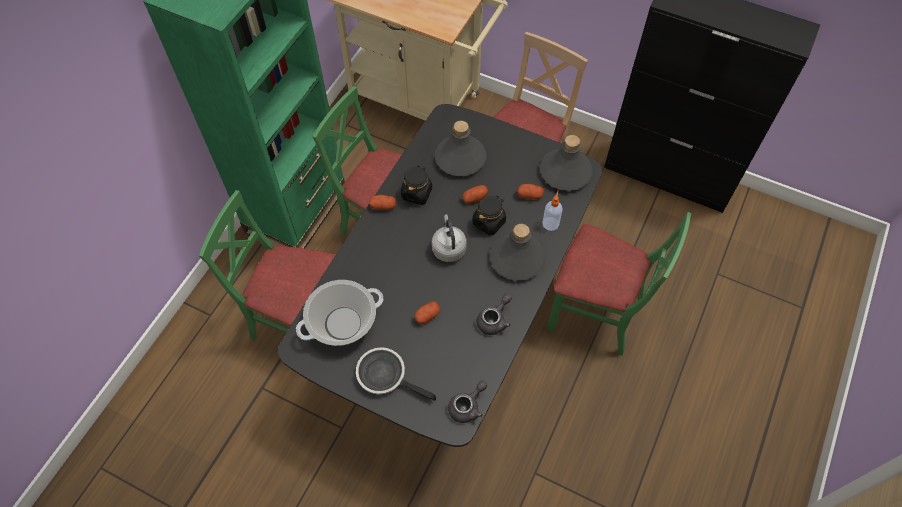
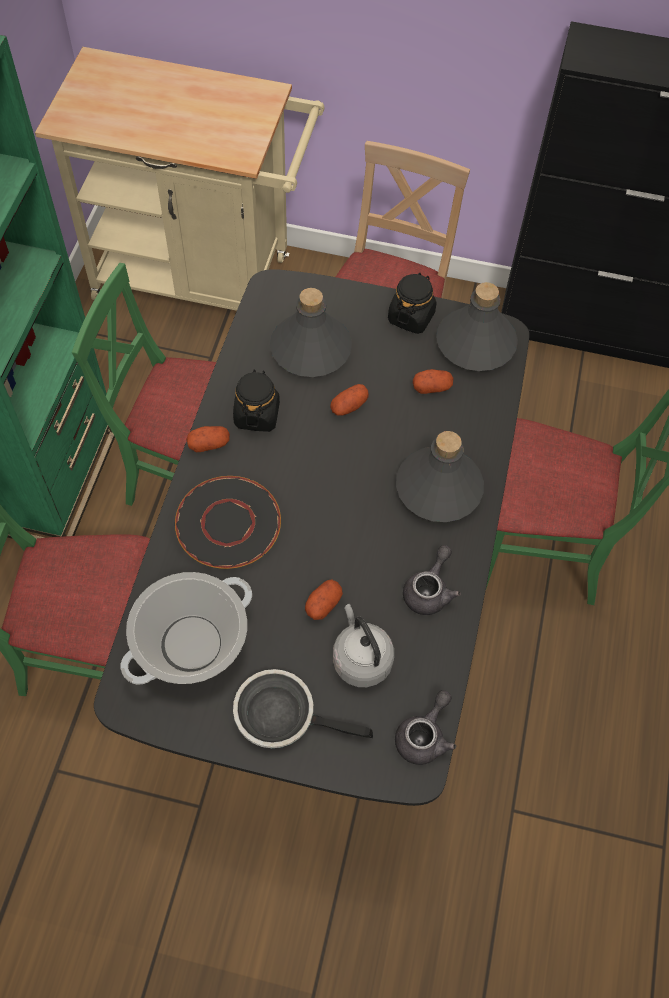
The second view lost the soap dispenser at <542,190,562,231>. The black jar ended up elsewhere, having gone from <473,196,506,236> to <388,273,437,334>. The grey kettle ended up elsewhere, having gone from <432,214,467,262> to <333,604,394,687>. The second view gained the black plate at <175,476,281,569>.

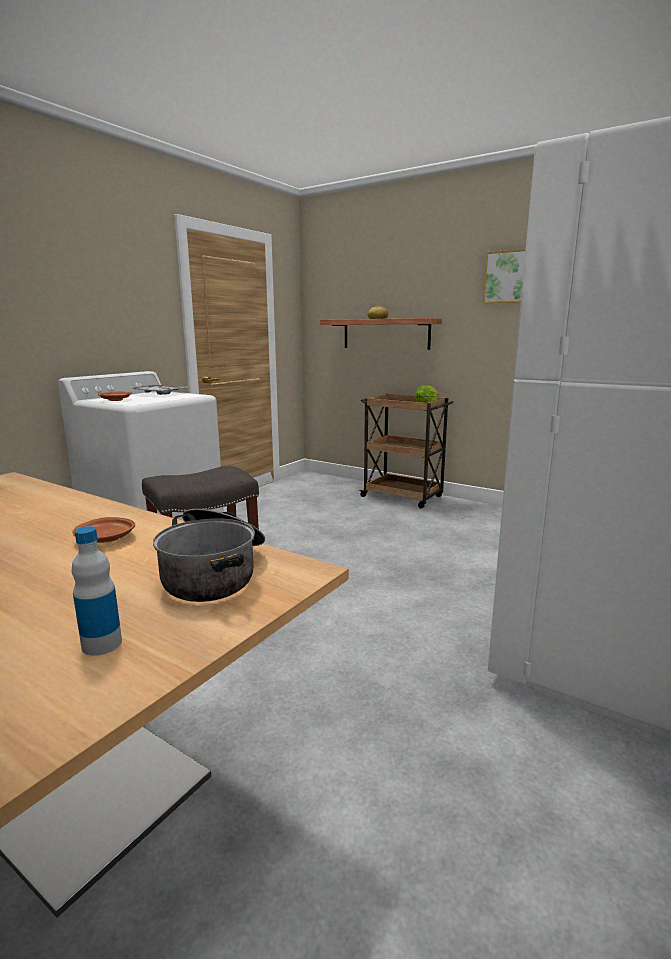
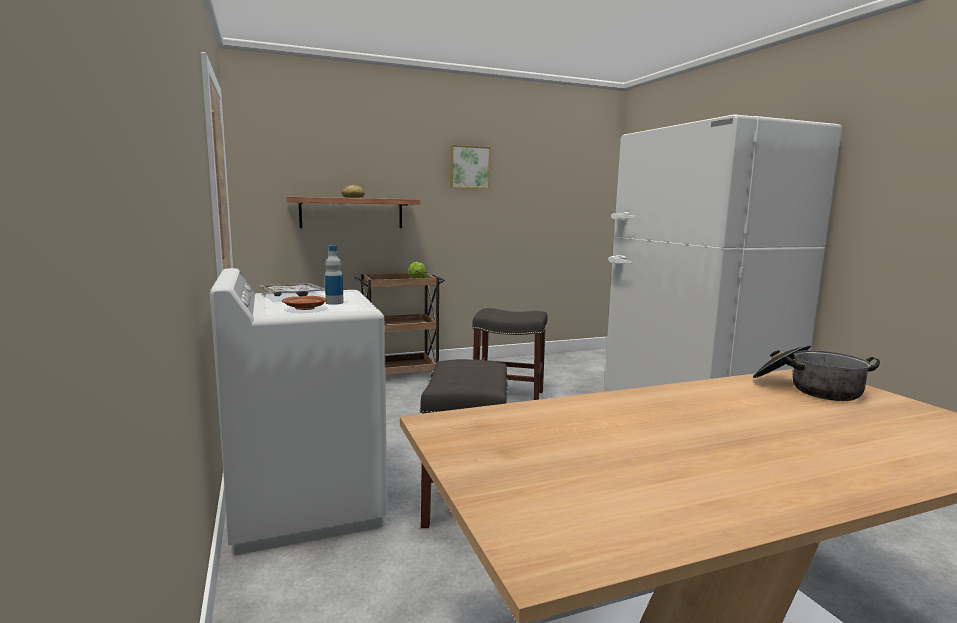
The second view lost the brown plate at <73,517,135,543>. The bottle ended up elsewhere, having gone from <71,526,122,656> to <325,245,344,305>. The second view gained the grey stool at <472,308,548,400>.

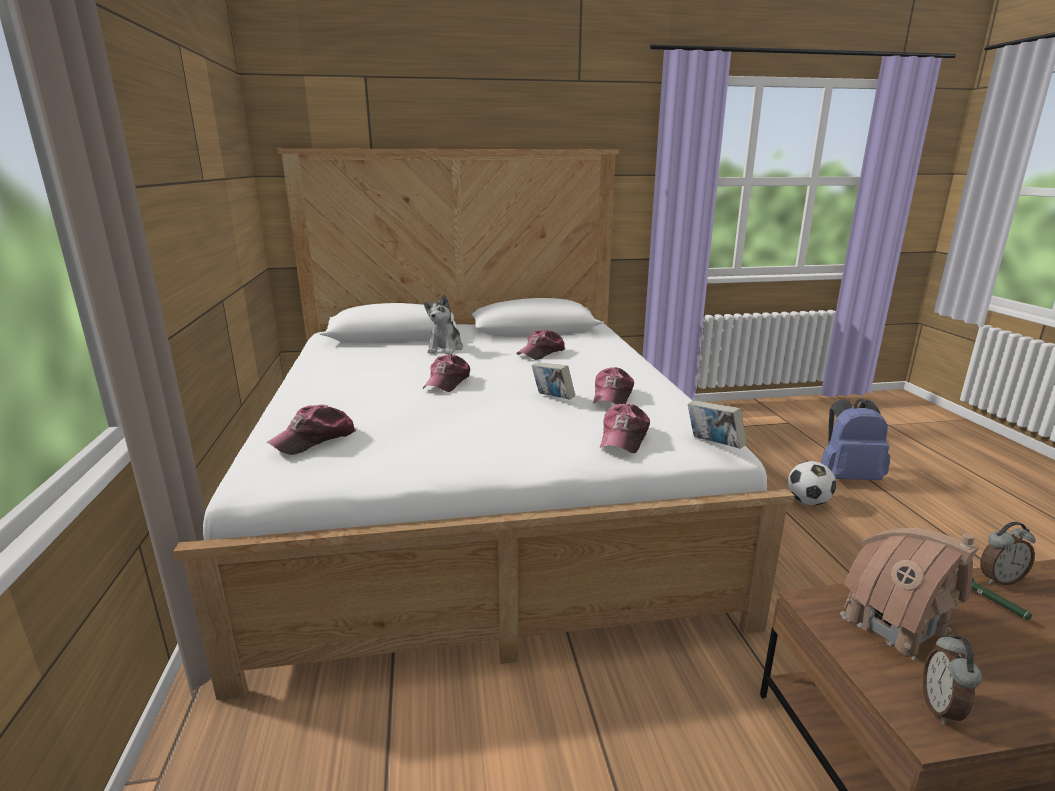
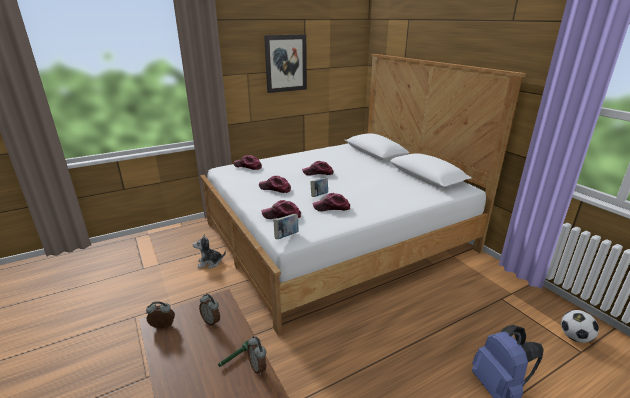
The plush toy ended up elsewhere, having gone from <424,295,463,355> to <193,235,226,269>. The cap ended up elsewhere, having gone from <516,329,565,360> to <259,176,291,193>. The football ended up elsewhere, having gone from <788,461,836,505> to <561,310,599,343>. Where the toy house stood at <840,528,979,660>, the alarm clock came to stand at <199,294,220,326>. The second view gained the picture at <264,34,307,93>.

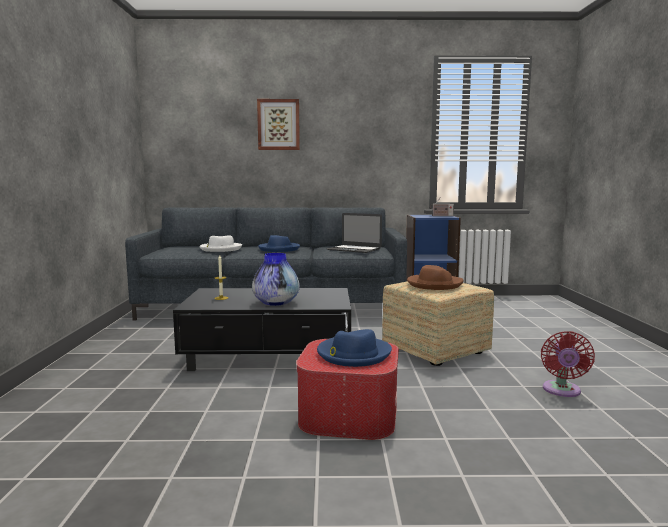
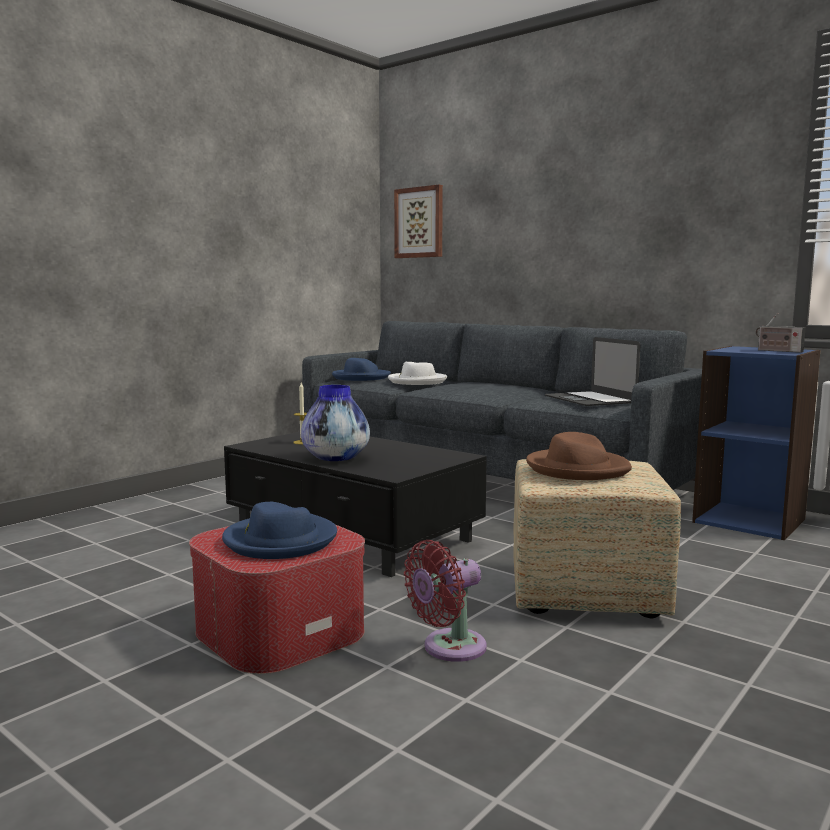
The picture ended up elsewhere, having gone from <257,99,300,150> to <394,185,443,258>. The blue hat ended up elsewhere, having gone from <258,235,300,252> to <332,358,391,381>. The red fan ended up elsewhere, having gone from <541,331,595,397> to <404,540,487,662>.

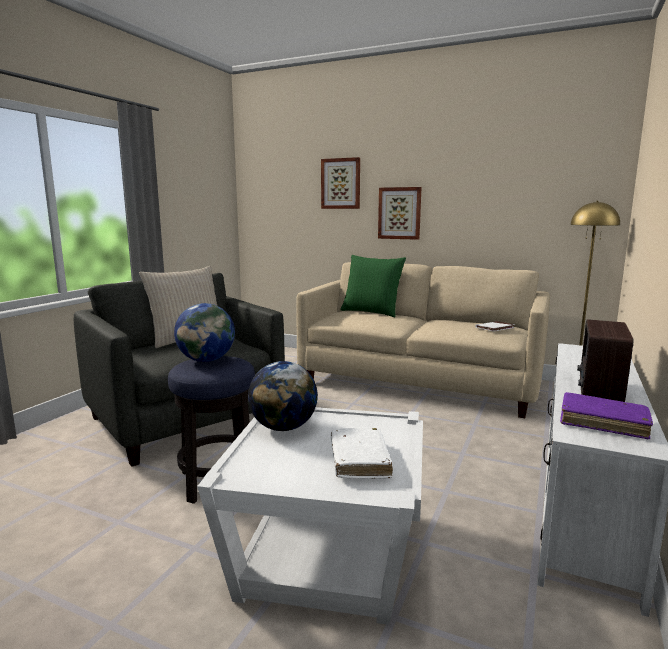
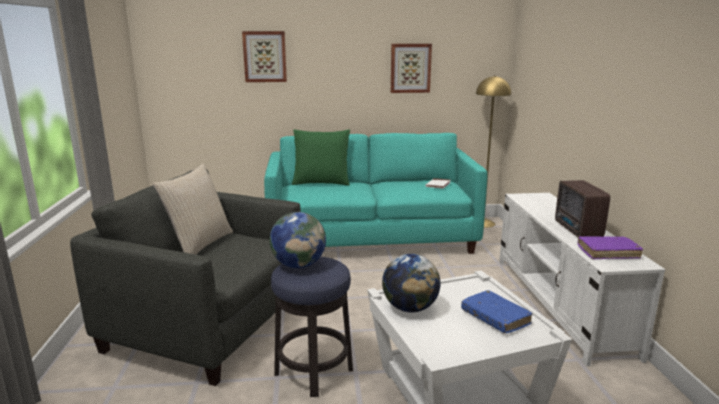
The picture ended up elsewhere, having gone from <378,187,421,240> to <391,44,432,93>. What was the beige sofa at <296,262,550,418> turned into the turquoise sofa at <264,133,488,254>. What was the white book at <331,428,393,479> turned into the blue book at <461,290,532,334>.

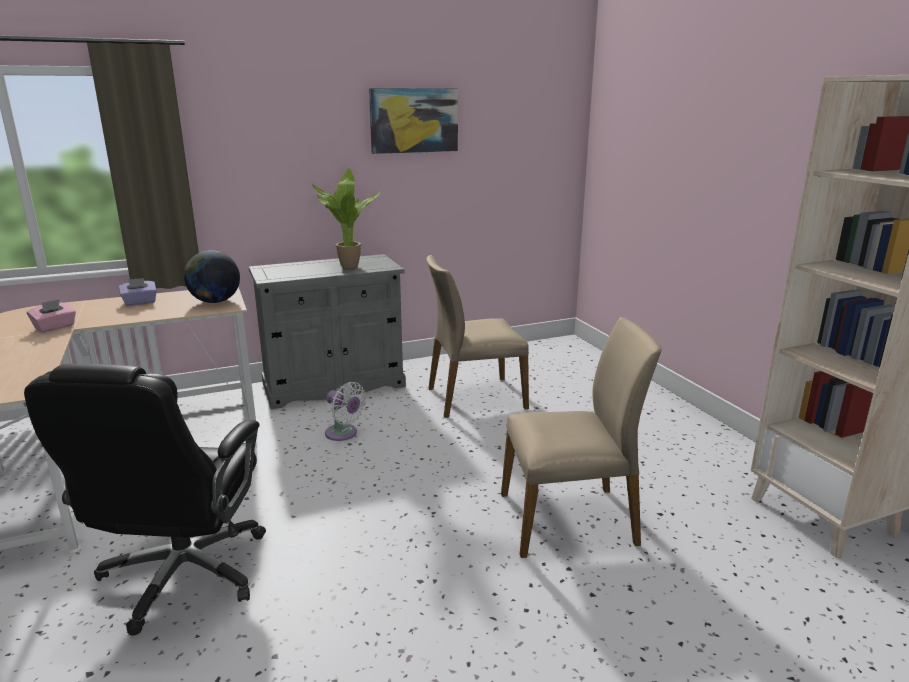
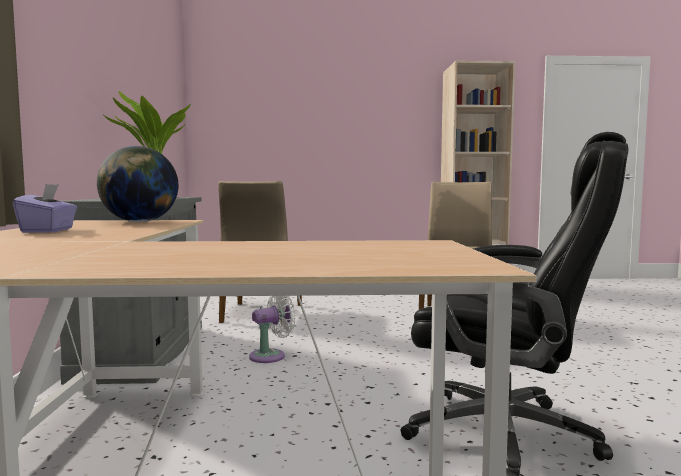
The second view lost the picture at <369,88,458,154>. The second view lost the pink tissue box at <27,299,76,333>.

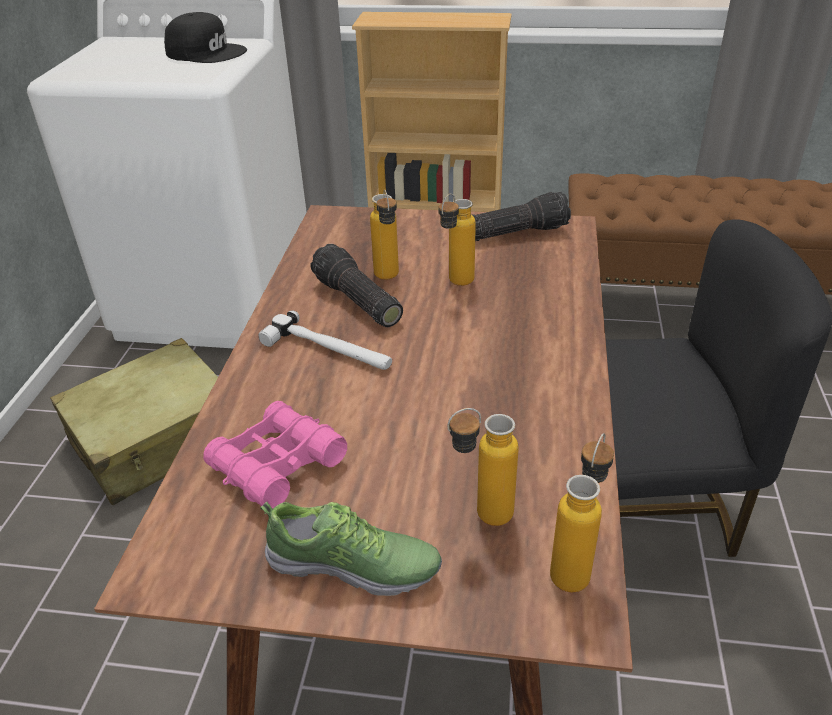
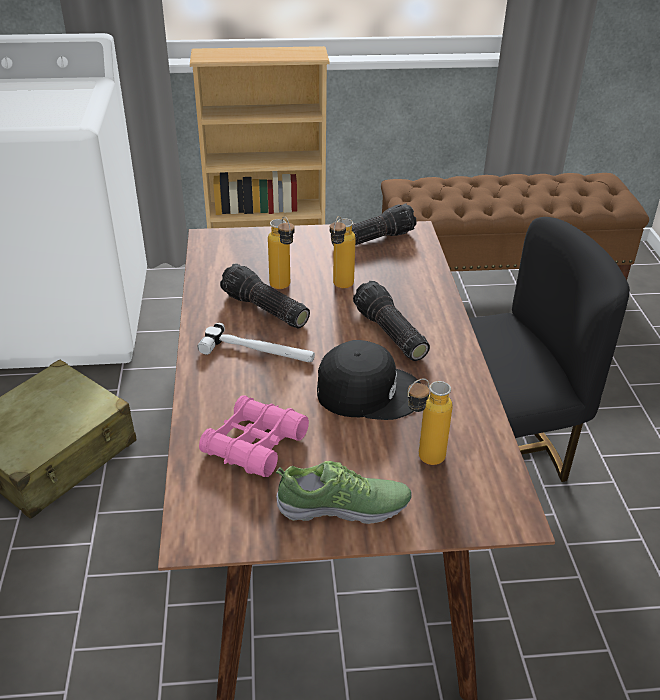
The black cap ended up elsewhere, having gone from <164,12,247,63> to <317,340,420,420>. The second view lost the bottle at <550,433,614,592>. The second view gained the flashlight at <353,281,430,361>.

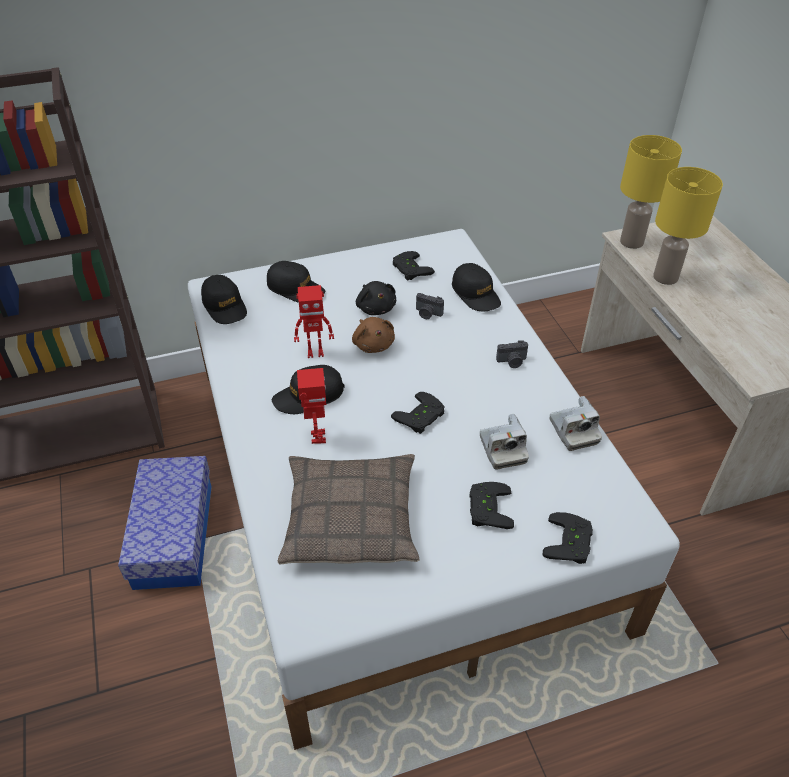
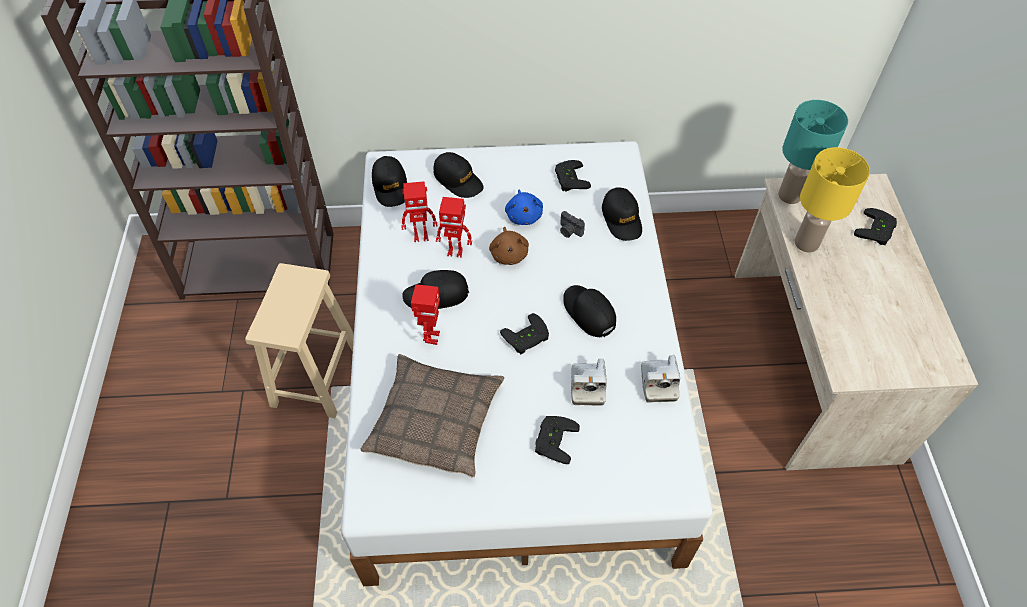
What was the yellow table lamp at <620,135,682,249> turned into the turquoise table lamp at <778,100,848,204>. What was the black plush toy at <356,281,396,315> turned into the blue plush toy at <505,190,543,225>. The second view lost the photo camera at <496,340,528,368>. Where the storage box stood at <118,456,212,590>, the beige stool came to stand at <245,263,354,418>. The black game controller ended up elsewhere, having gone from <543,512,593,564> to <854,208,897,245>. The second view gained the toy robot at <401,181,438,242>. The second view gained the black cap at <563,285,616,337>.

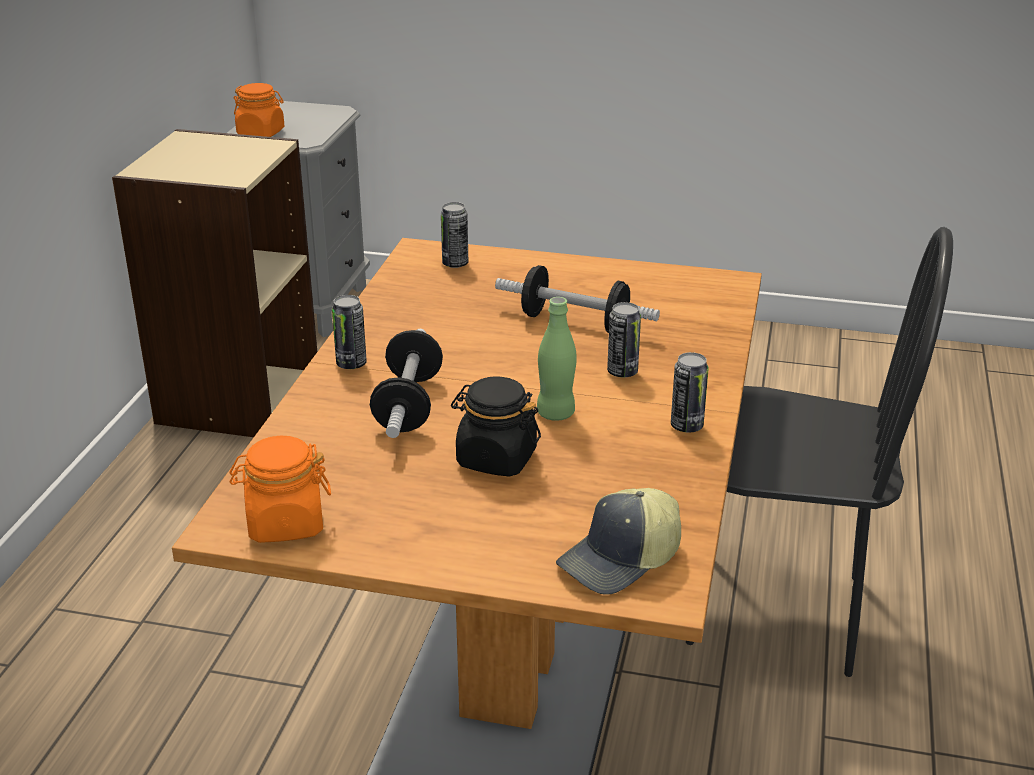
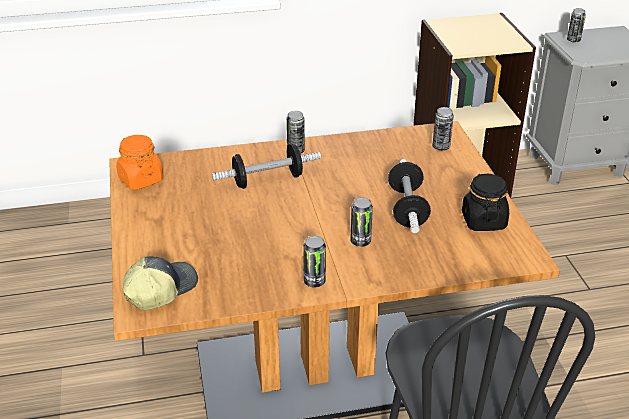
Where the orange jar stood at <234,83,284,137>, the can came to stand at <567,8,586,42>. The second view lost the green bottle at <537,297,577,421>. The black jar ended up elsewhere, having gone from <451,377,541,477> to <462,173,509,231>. The cap at <556,488,681,594> ended up facing another way, 105 degrees clockwise from before.

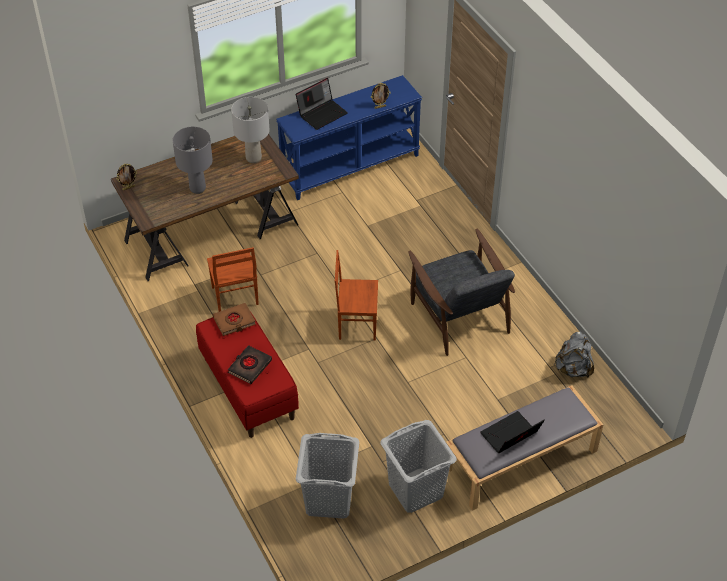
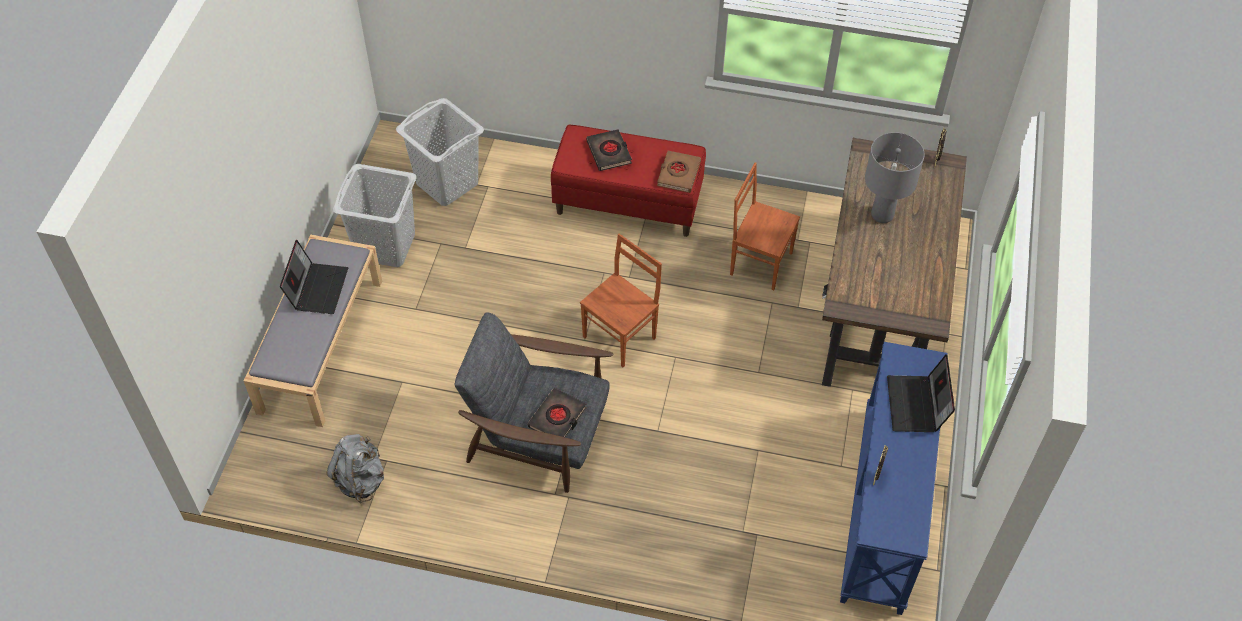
The second view lost the grey table lamp at <231,97,269,163>. The second view gained the black book at <527,388,587,438>.

